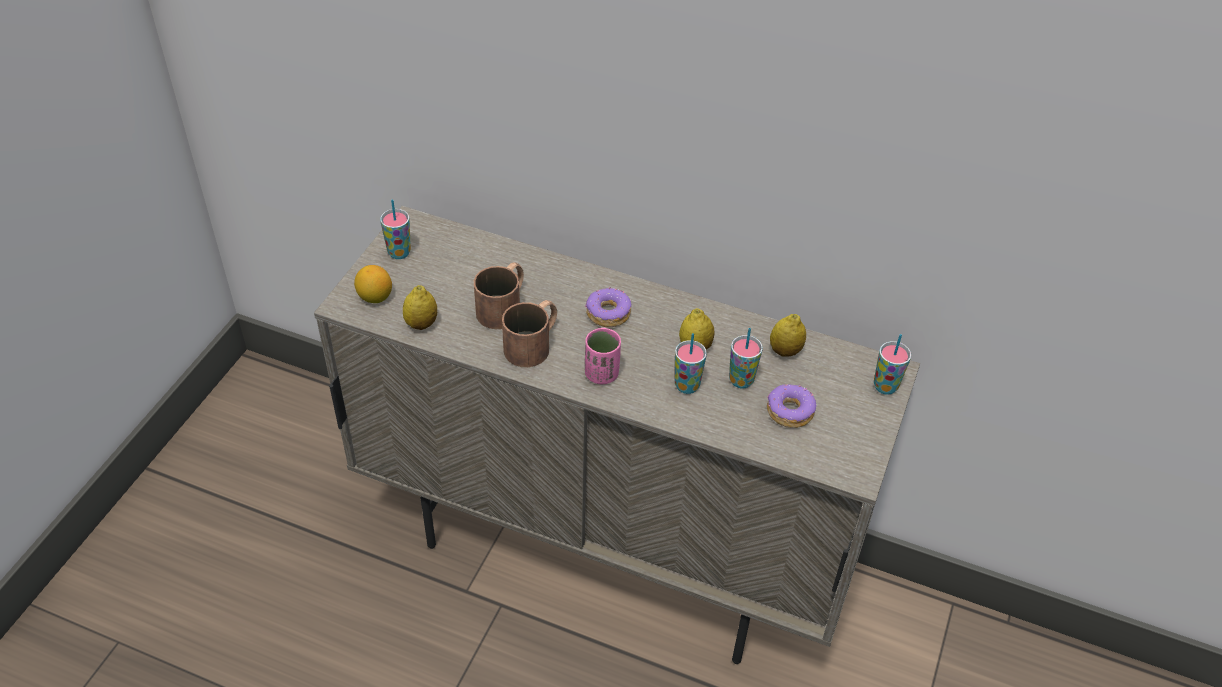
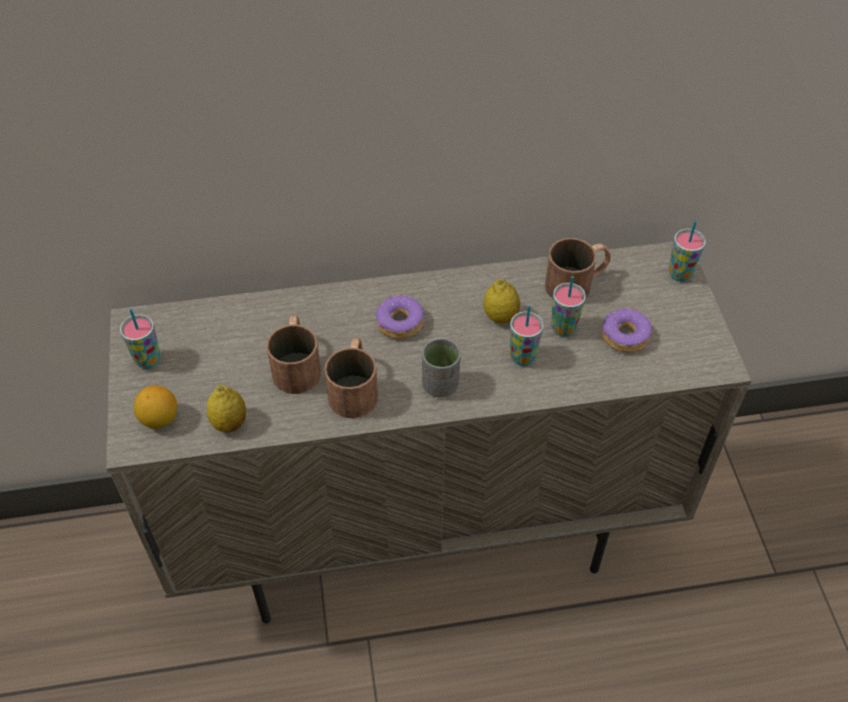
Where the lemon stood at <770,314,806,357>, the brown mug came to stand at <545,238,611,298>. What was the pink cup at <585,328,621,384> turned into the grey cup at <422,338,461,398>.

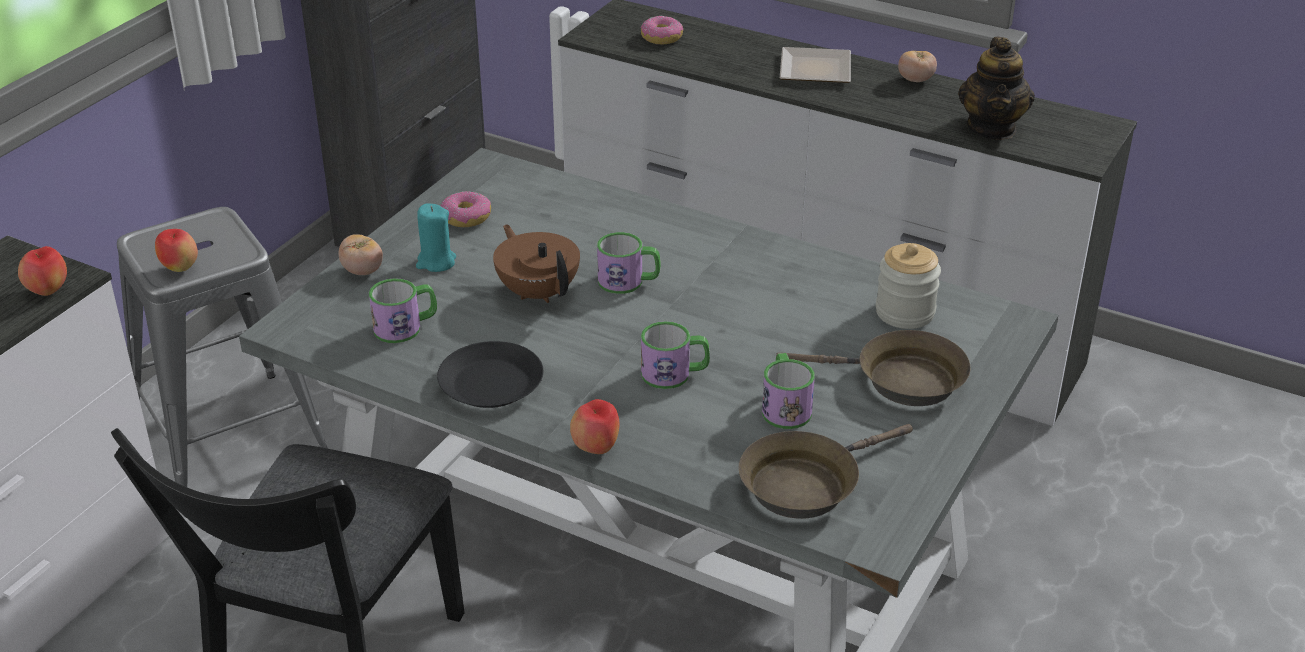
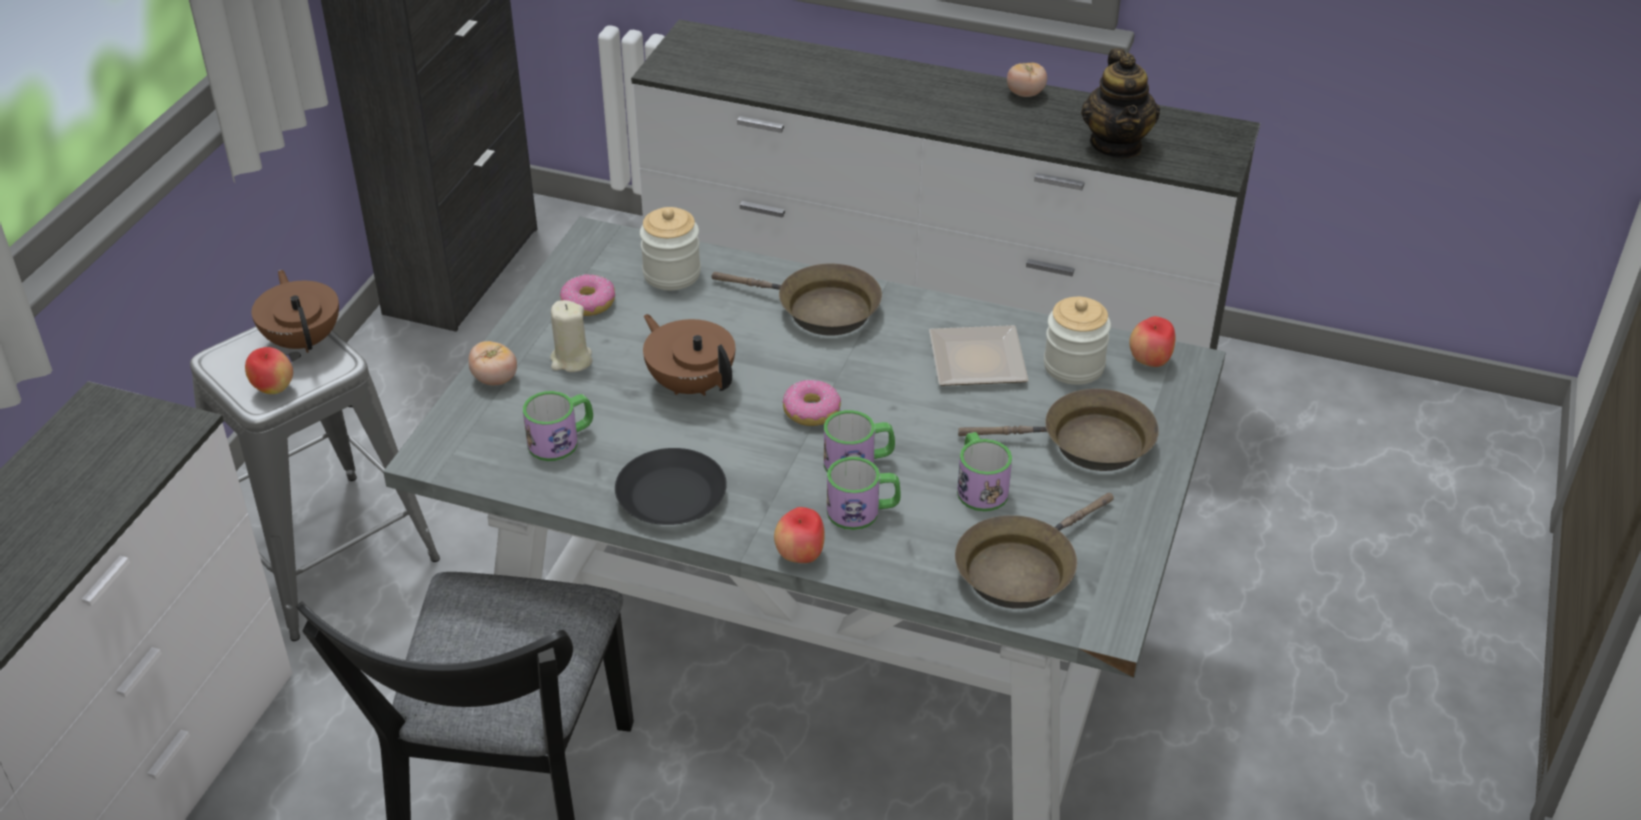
The donut ended up elsewhere, having gone from <640,16,683,44> to <782,379,841,426>. The plate ended up elsewhere, having gone from <780,47,851,83> to <929,325,1029,386>. What was the turquoise candle at <416,204,456,272> turned into the beige candle at <550,300,593,372>. The mug ended up elsewhere, having gone from <597,232,661,294> to <827,457,901,530>. The apple ended up elsewhere, having gone from <18,246,67,296> to <1129,316,1175,367>. The second view gained the jar at <640,207,701,290>. The second view gained the brown frying pan at <712,264,882,335>. The second view gained the brown teapot at <251,270,339,353>.

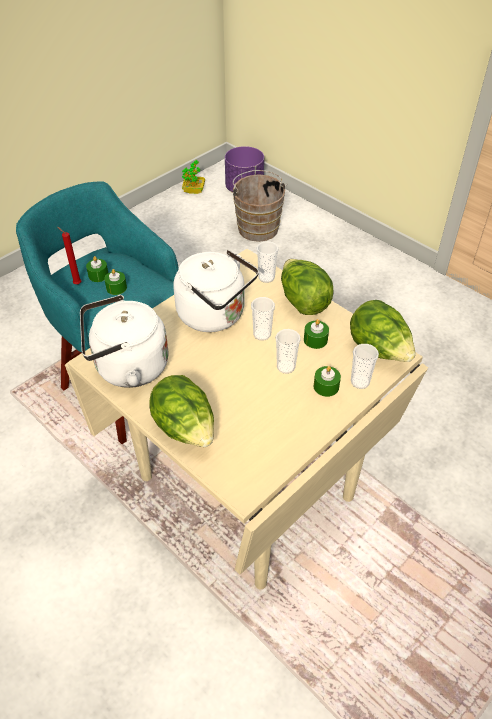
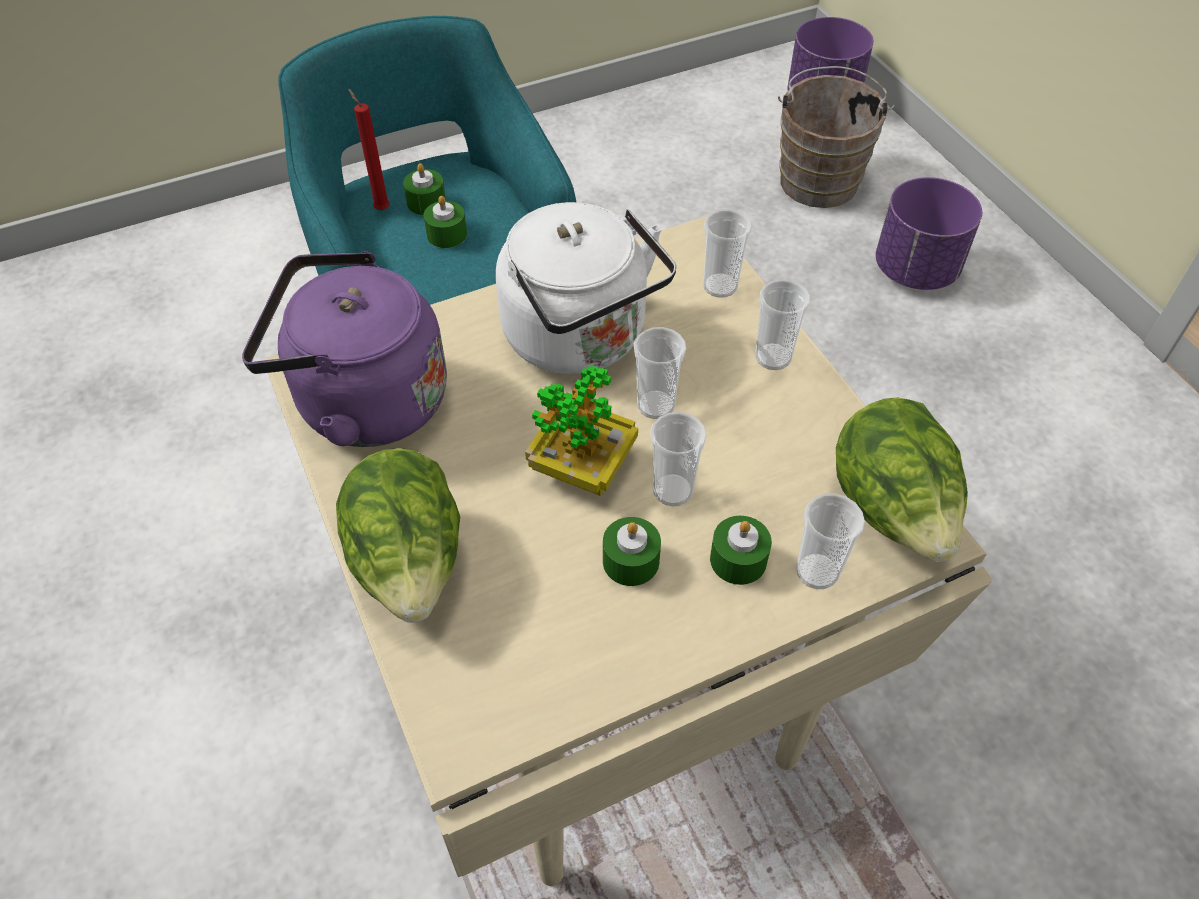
The potted plant ended up elsewhere, having gone from <182,160,205,194> to <525,366,638,496>. Where the lettuce stood at <281,259,334,315>, the cup came to stand at <755,279,810,370>. What was the white kettle at <80,295,169,388> turned into the purple kettle at <242,252,447,447>. The green candle ended up elsewhere, having gone from <304,319,329,349> to <603,517,661,586>. The second view gained the purple planter at <876,177,982,290>.

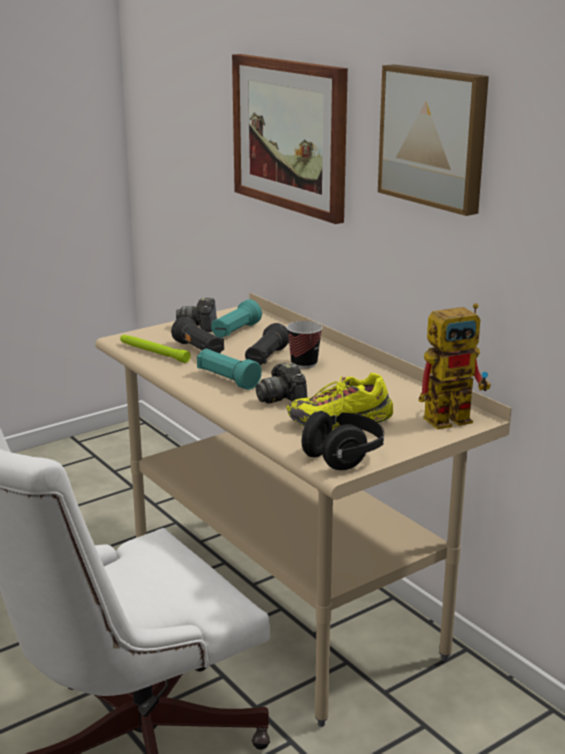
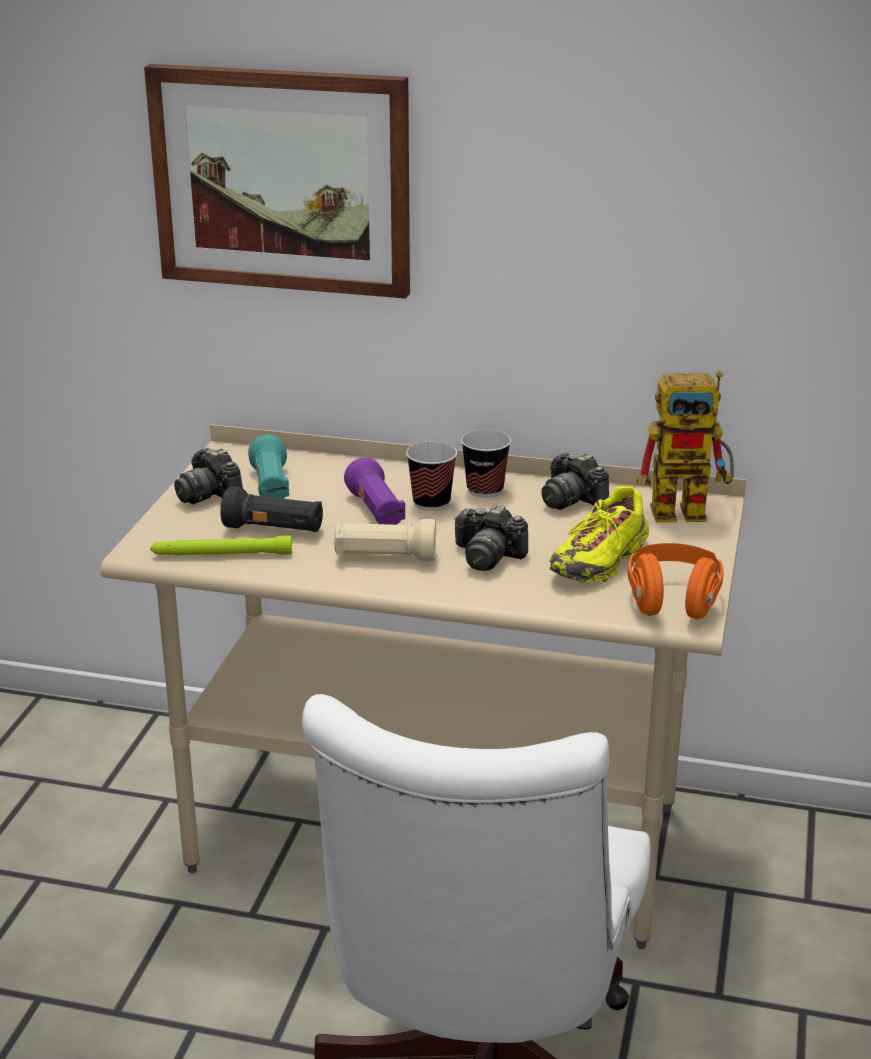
The second view lost the picture at <378,64,489,216>. The toy robot at <419,303,491,430> ended up facing another way, 60 degrees clockwise from before. What was the black flashlight at <245,323,289,365> turned into the purple flashlight at <344,457,405,525>. What was the turquoise flashlight at <197,349,262,390> turned into the beige flashlight at <334,519,436,562>. What was the black headphones at <302,411,384,470> turned into the orange headphones at <628,543,724,620>. The second view gained the cup at <461,430,511,498>. The second view gained the photo camera at <541,453,609,510>.

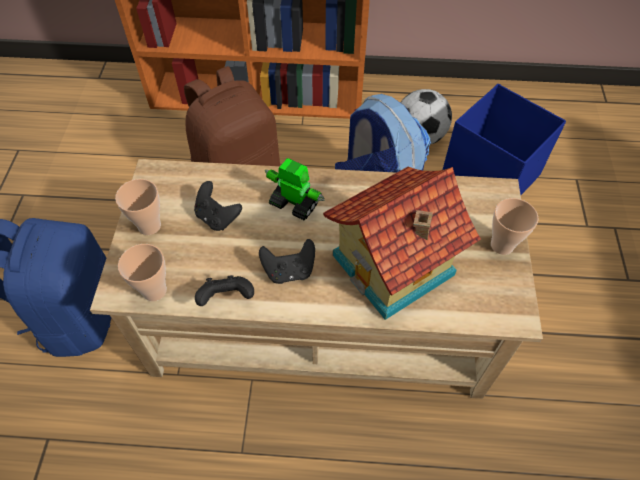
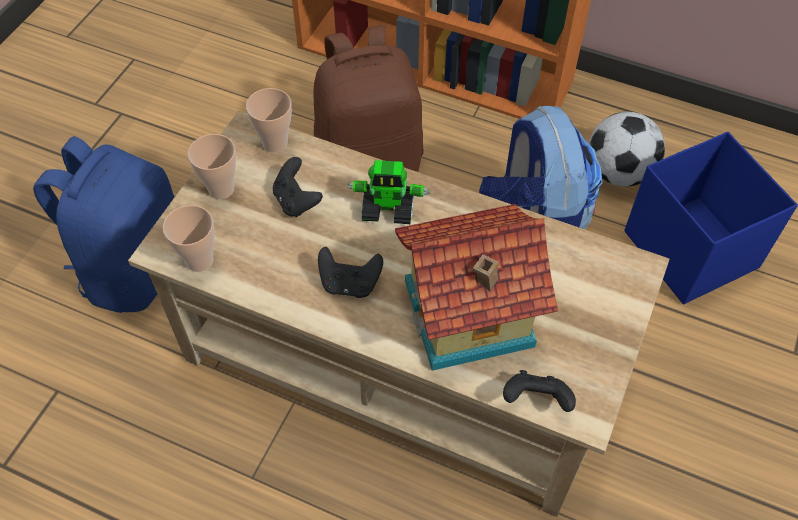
The toy robot at <265,158,324,220> ended up facing another way, 135 degrees clockwise from before. The cup ended up elsewhere, having gone from <491,198,539,255> to <246,88,292,153>. The black game controller ended up elsewhere, having gone from <195,275,254,306> to <503,370,576,412>.

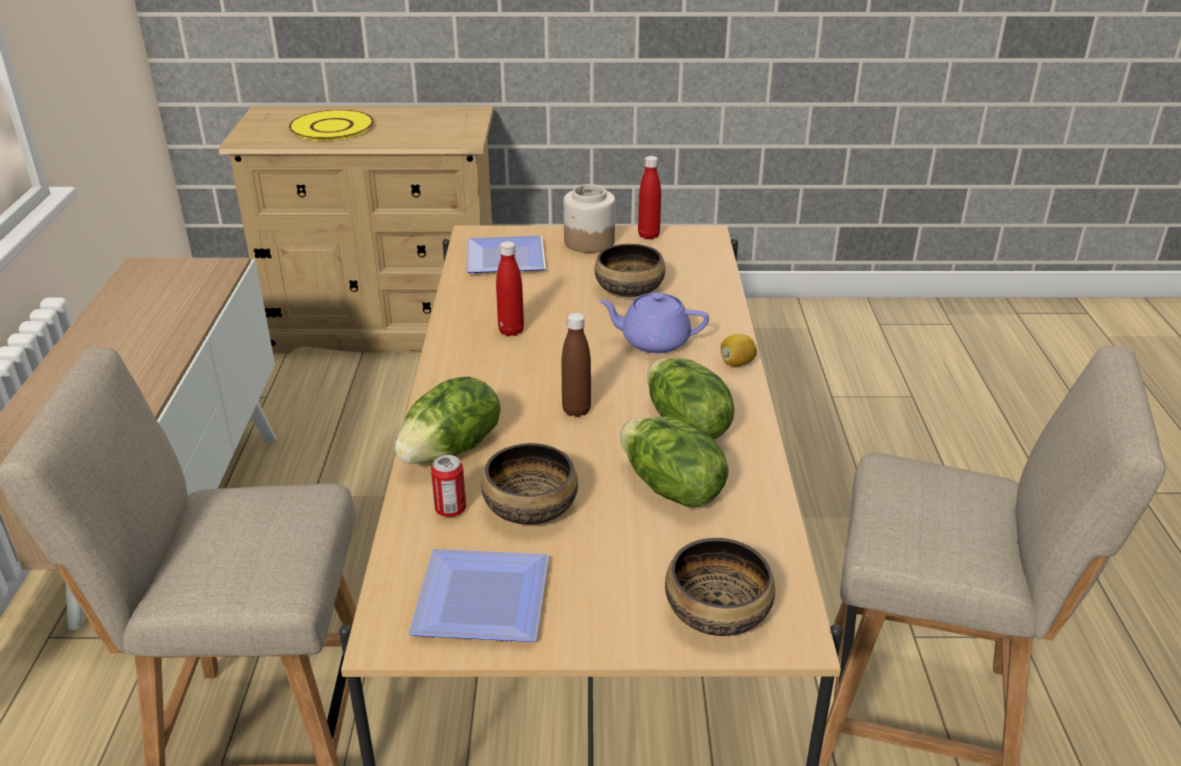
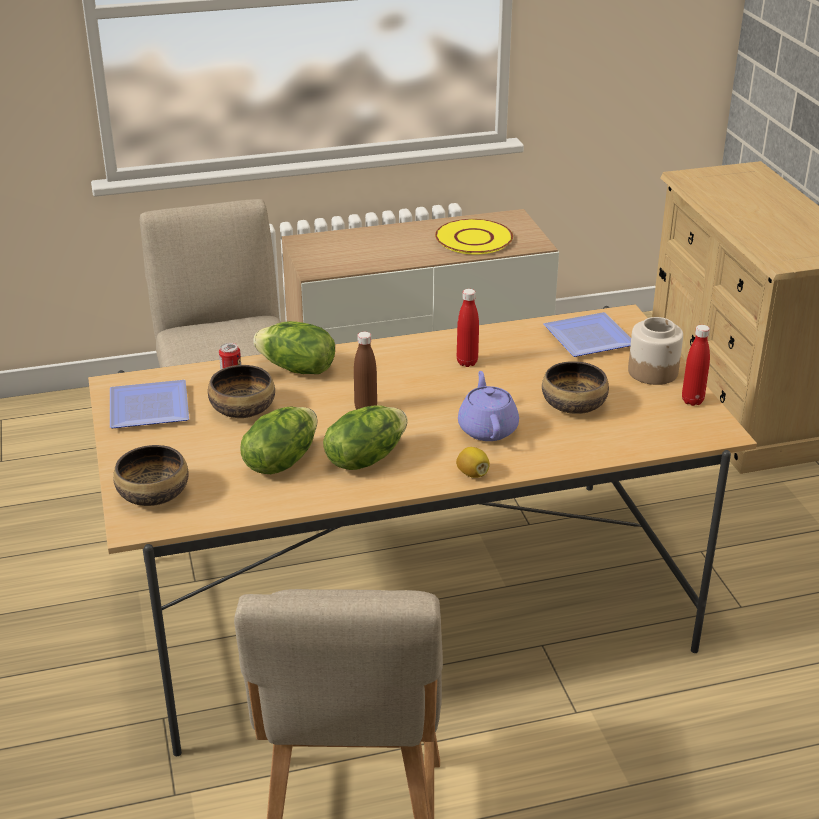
The yellow plate ended up elsewhere, having gone from <289,110,374,141> to <435,219,513,254>.

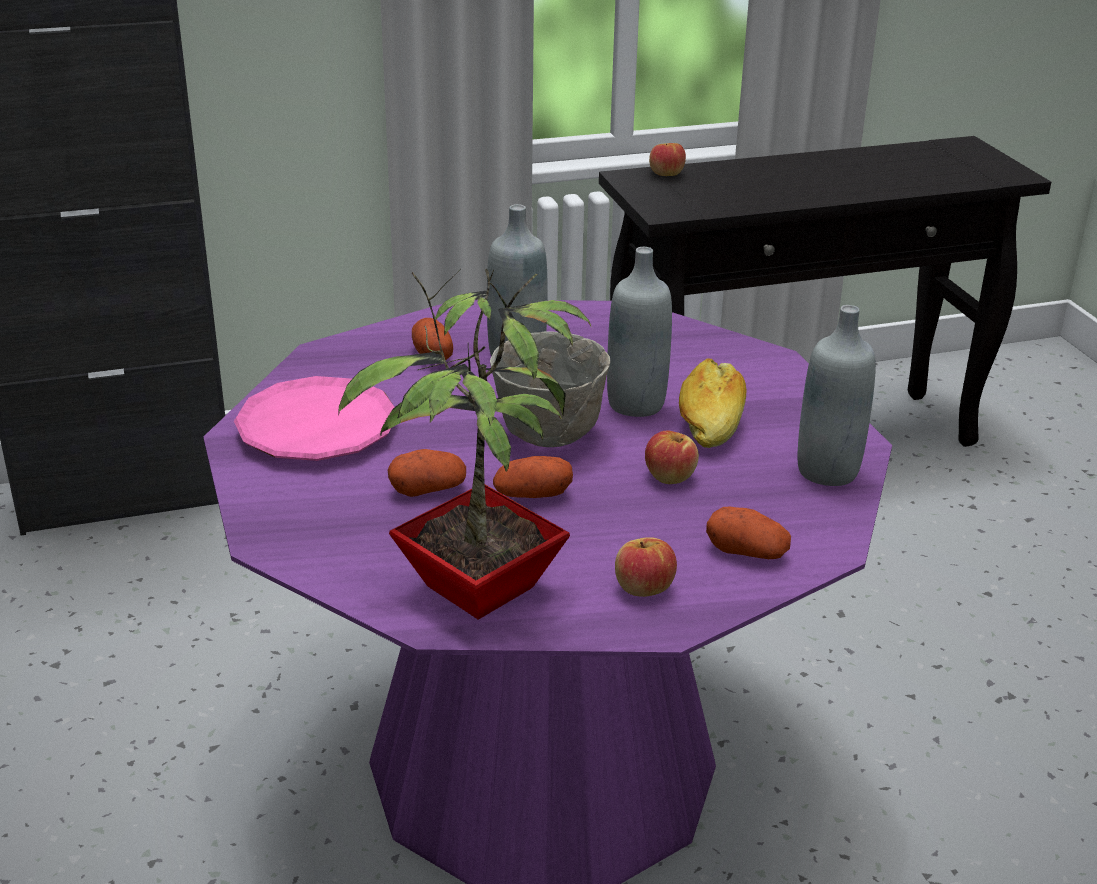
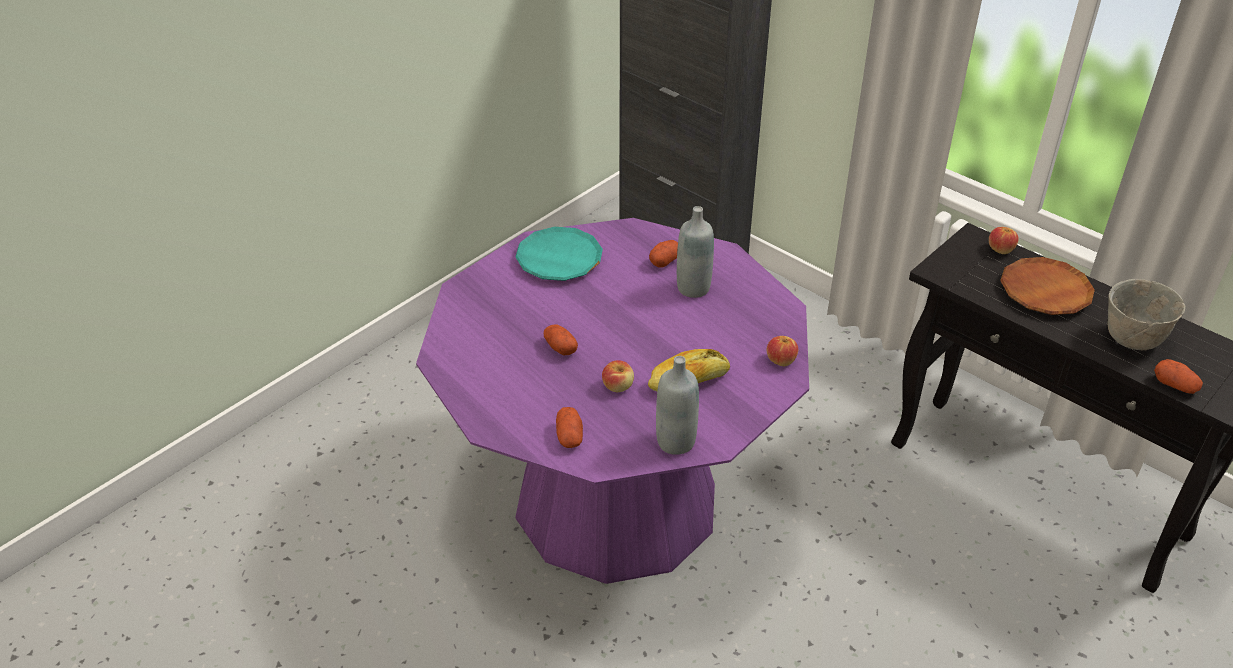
The second view lost the grey bottle at <607,247,672,417>. The second view lost the potted plant at <338,269,592,620>. The grey bowl ended up elsewhere, having gone from <490,331,610,447> to <1108,279,1185,350>. What was the pink plate at <234,376,394,461> turned into the turquoise plate at <516,227,603,281>. The potato ended up elsewhere, having gone from <388,449,466,497> to <1154,359,1203,394>. The apple ended up elsewhere, having gone from <615,537,677,597> to <767,336,798,366>. The second view gained the brown plate at <1000,257,1095,315>.

